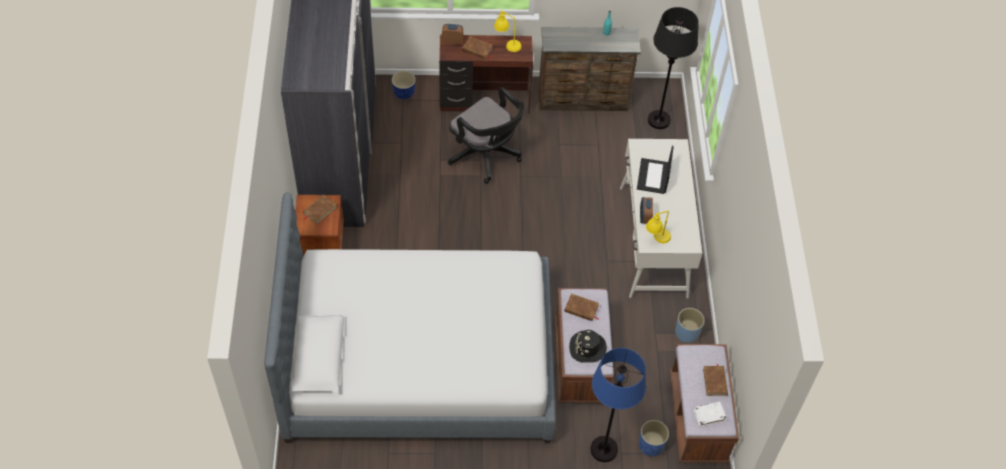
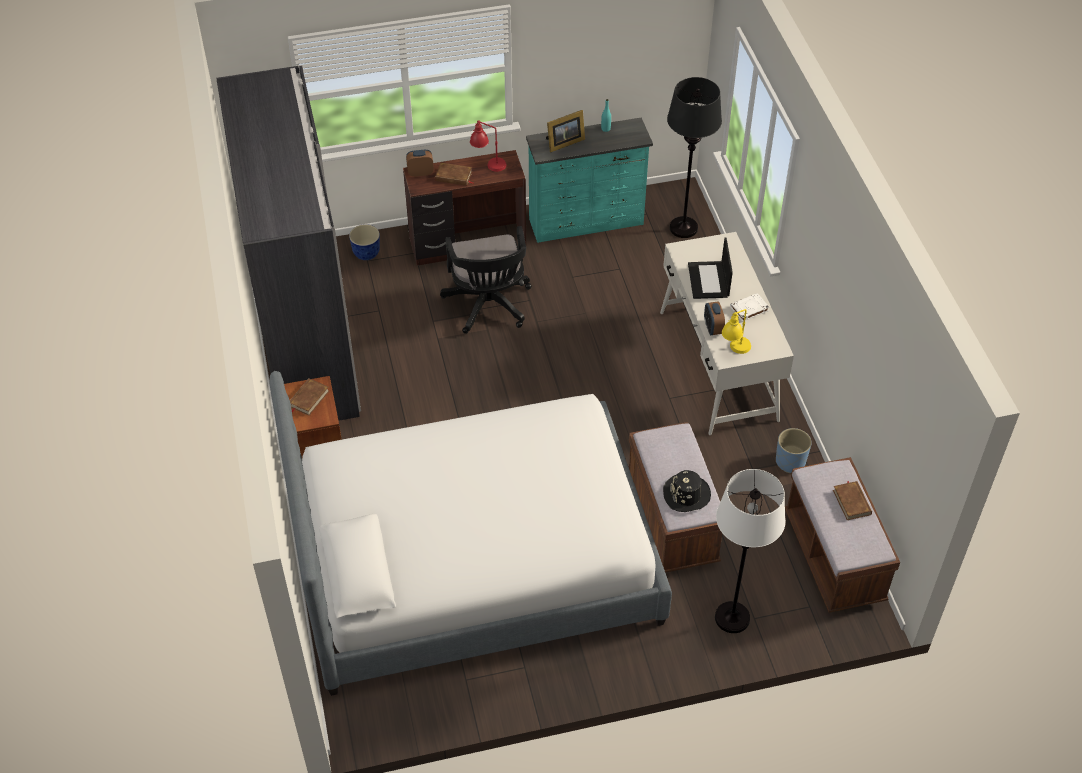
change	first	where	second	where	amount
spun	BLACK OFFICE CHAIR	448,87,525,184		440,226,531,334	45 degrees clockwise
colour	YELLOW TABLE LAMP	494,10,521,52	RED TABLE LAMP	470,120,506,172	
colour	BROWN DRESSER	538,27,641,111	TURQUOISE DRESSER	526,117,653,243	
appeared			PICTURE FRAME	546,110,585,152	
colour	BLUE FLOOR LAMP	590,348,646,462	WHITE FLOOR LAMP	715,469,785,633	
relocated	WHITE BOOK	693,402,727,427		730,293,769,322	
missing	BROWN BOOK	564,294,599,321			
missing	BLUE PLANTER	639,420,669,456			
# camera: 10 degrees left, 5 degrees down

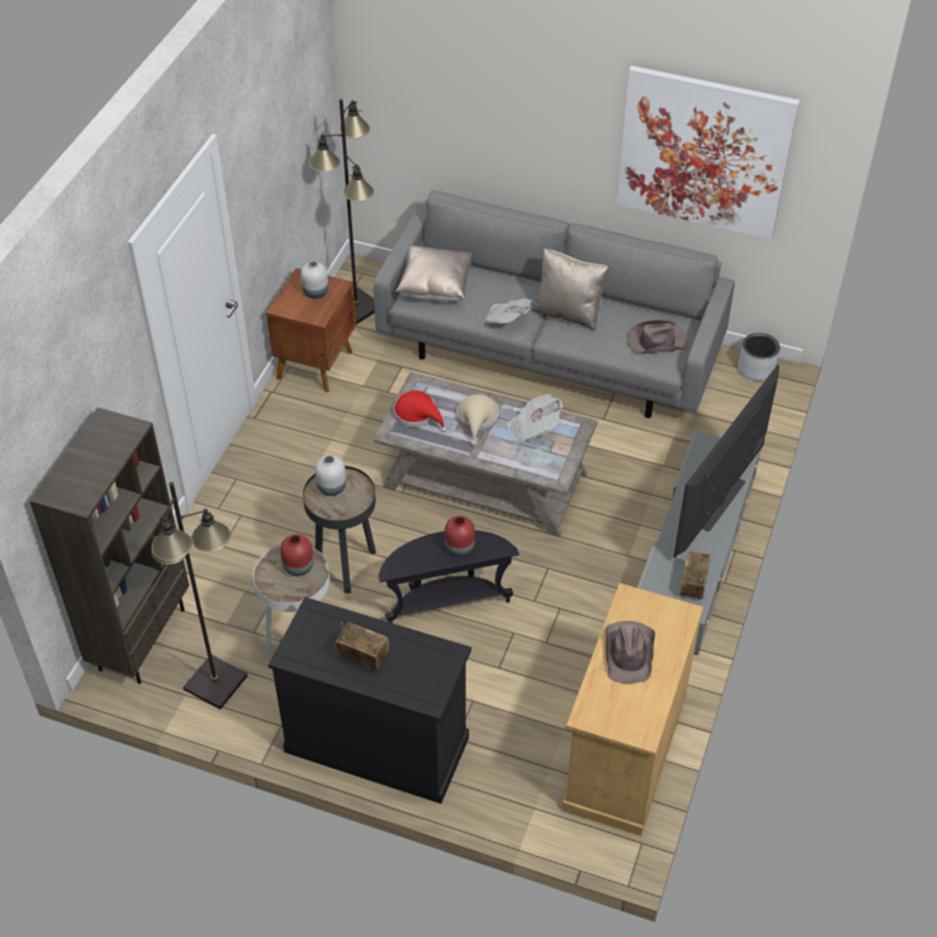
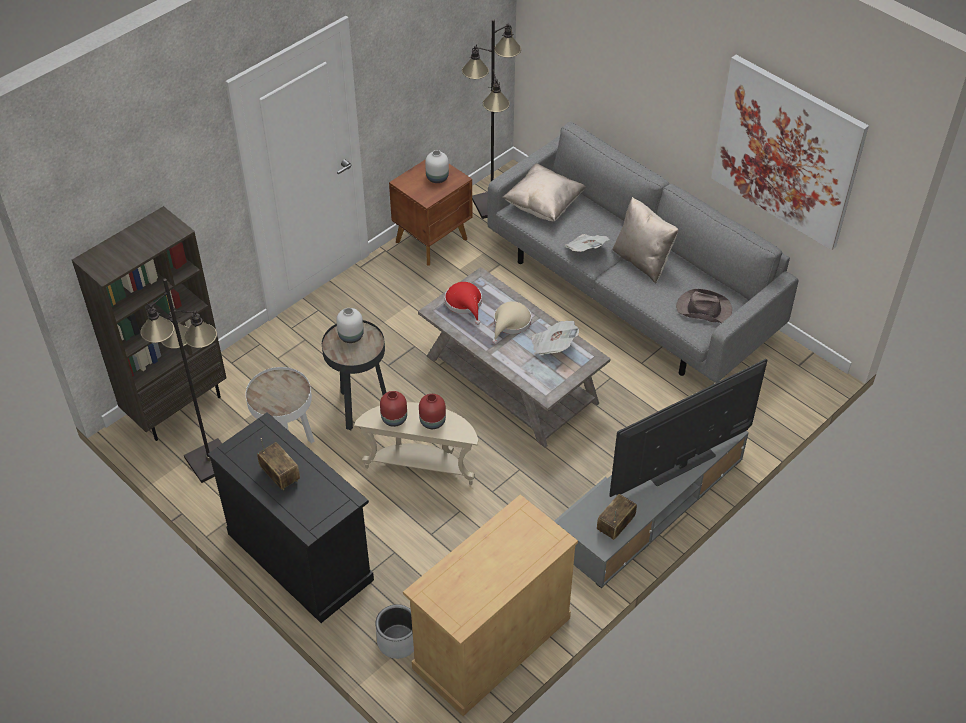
change	first	where	second	where	amount
colour	BLACK SIDE TABLE	378,530,519,623	BEIGE SIDE TABLE	354,402,478,485	
relocated	GREY PLANTER	738,333,780,381		375,604,414,659	
relocated	RED VASE	280,534,313,576		380,391,407,427	
missing	BROWN HAT	606,621,655,683			
# camera: 25 degrees right, 0 degrees up

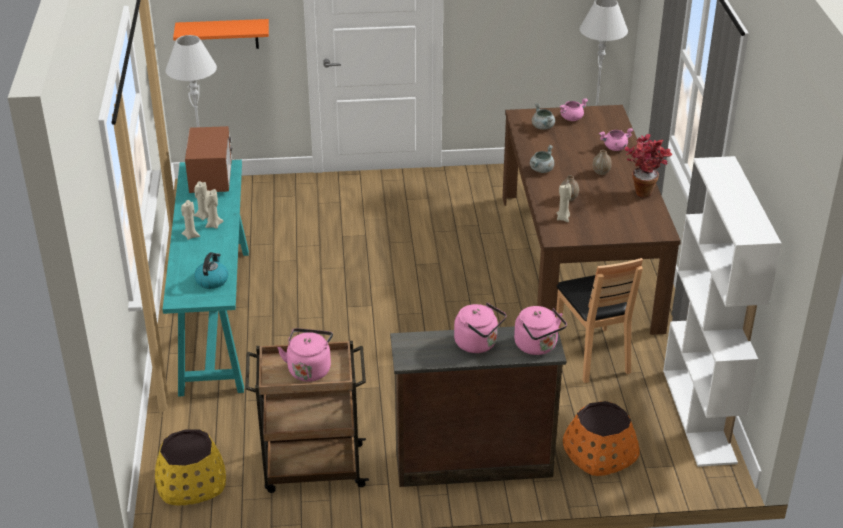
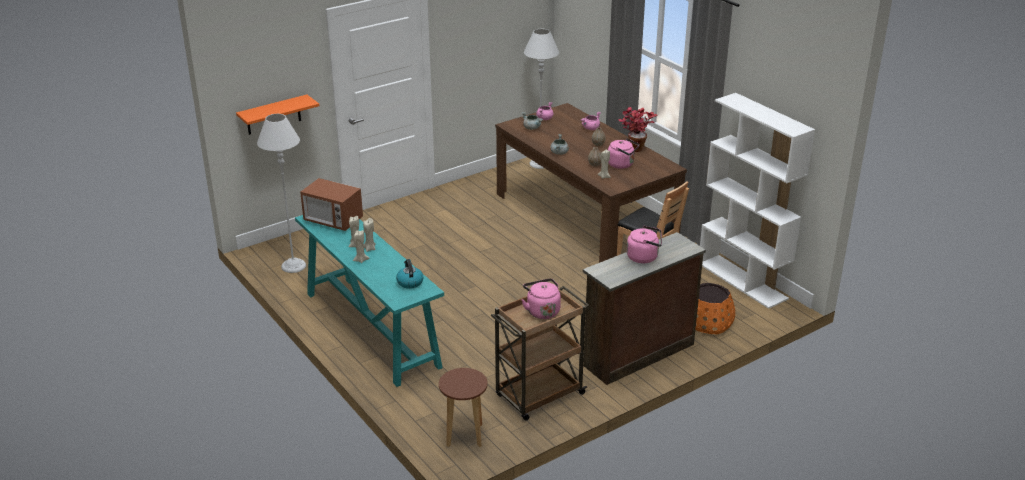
change	first	where	second	where	amount
spun	MICROWAVE	185,126,233,193		300,178,363,231	150 degrees clockwise
exchanged	YELLOW PLANTER	155,429,226,505	BROWN STOOL	439,368,488,447	
relocated	PINK KETTLE	514,306,567,355		608,138,640,169	
# camera: 30 degrees left, 5 degrees down

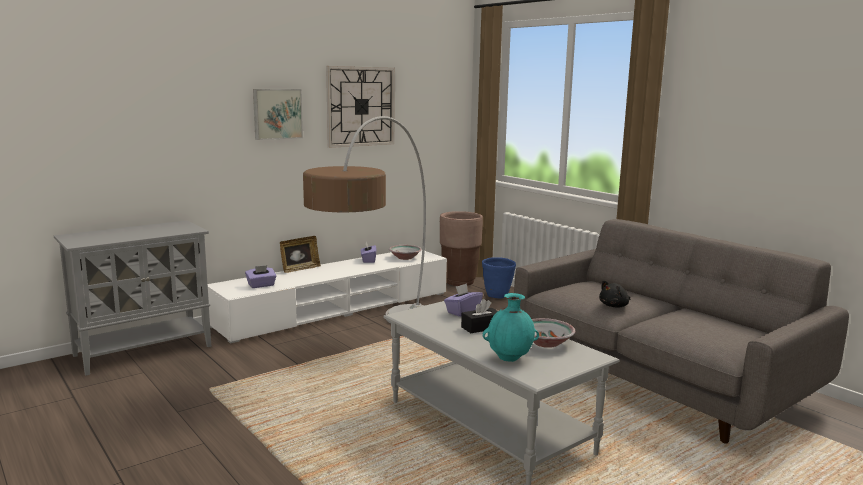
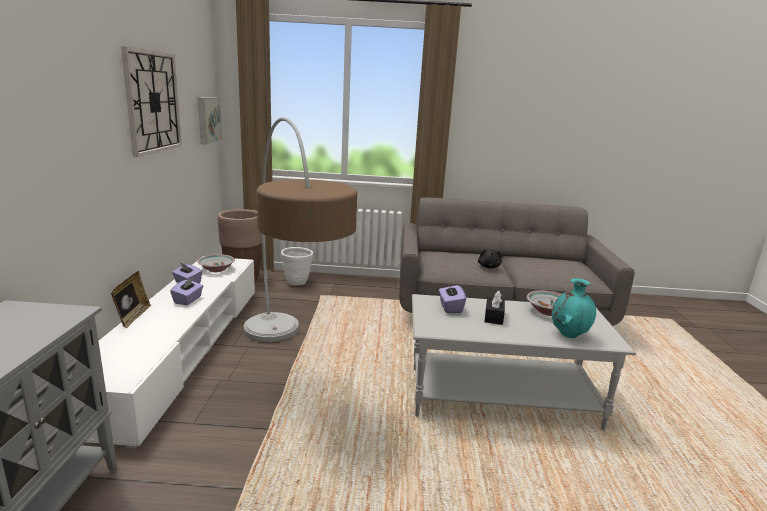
change	first	where	second	where	amount
relocated	PURPLE TISSUE BOX	245,265,276,288		170,278,203,305	
relocated	PICTURE	253,89,303,140		198,97,222,145	
colour	BLUE PLANTER	482,257,516,298	WHITE PLANTER	281,247,313,286	
# camera: 50 degrees left, 5 degrees up

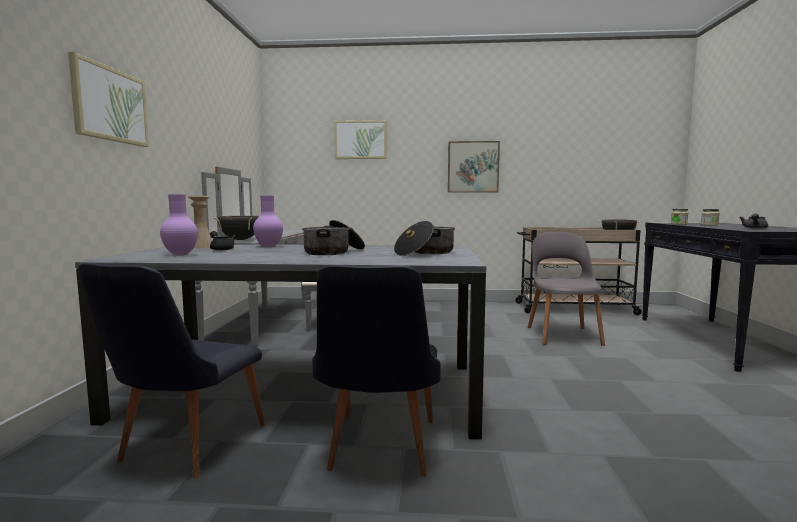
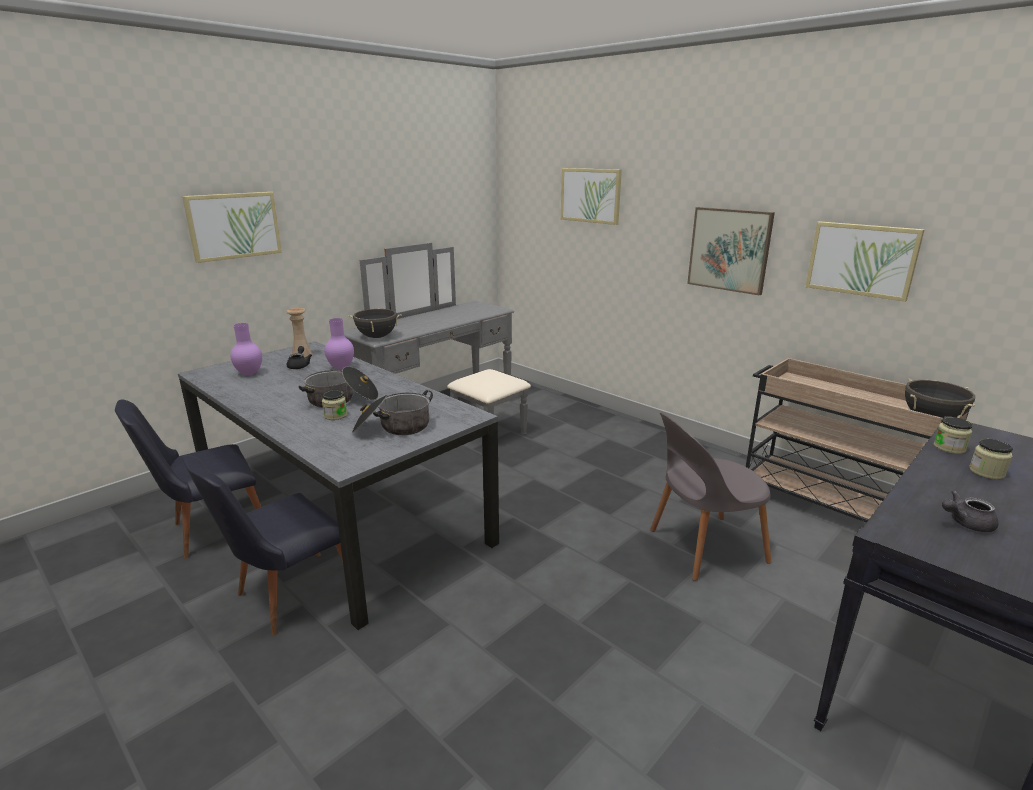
change	first	where	second	where	amount
appeared			JAR	322,390,347,420	
spun	GREY CHAIR	528,232,605,346		650,412,772,581	150 degrees counterclockwise
appeared			PICTURE	805,221,925,302	
# camera: 40 degrees right, 15 degrees up

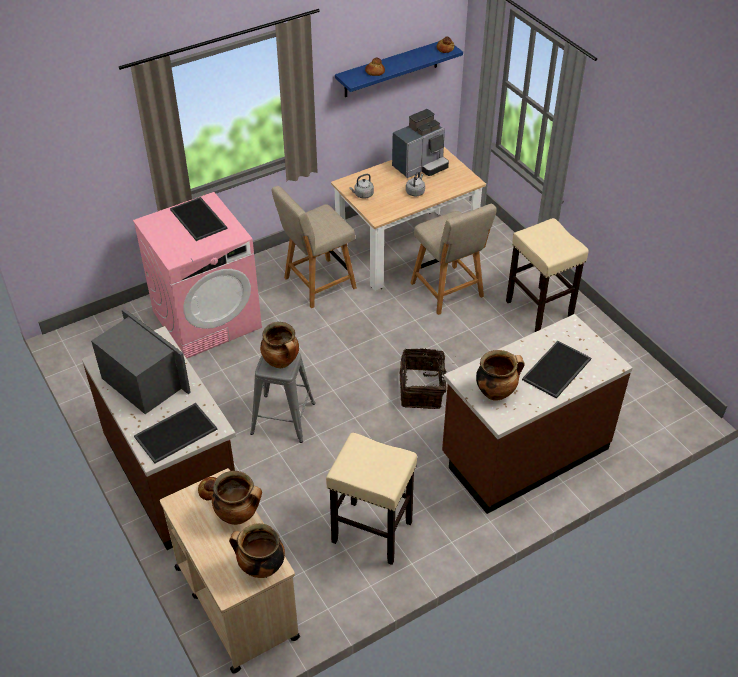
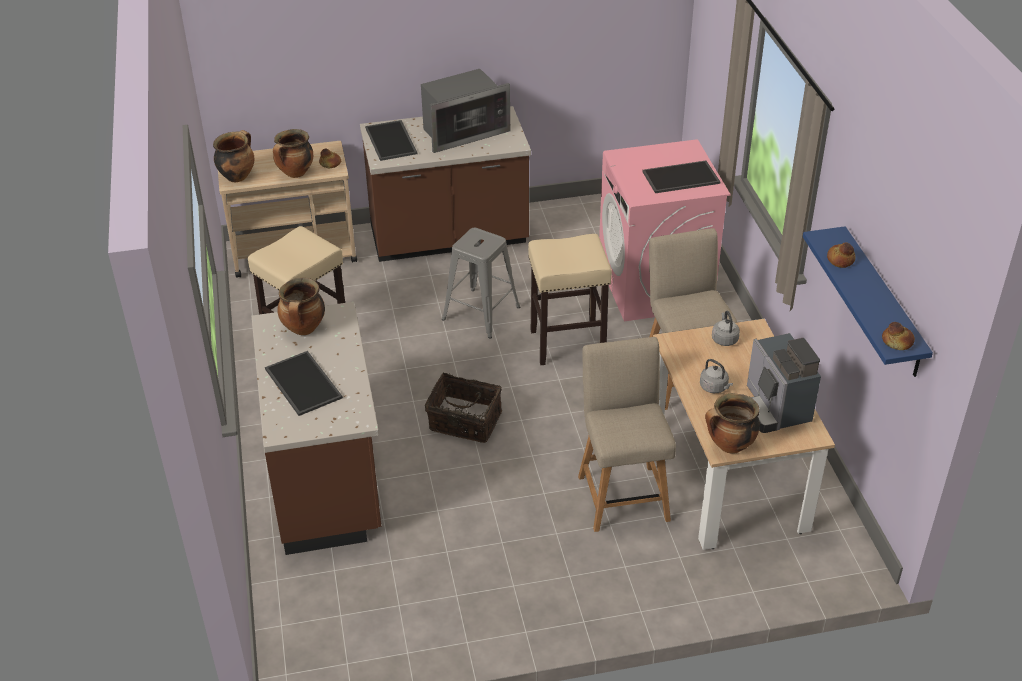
change	first	where	second	where	amount
relocated	BEIGE STOOL	506,218,589,332		528,234,612,365	
spun	BEIGE CHAIR	410,204,497,315		578,337,676,532	90 degrees clockwise
relocated	COOKING POT	260,322,299,368		705,393,760,454	
# camera: 110 degrees right, 5 degrees down

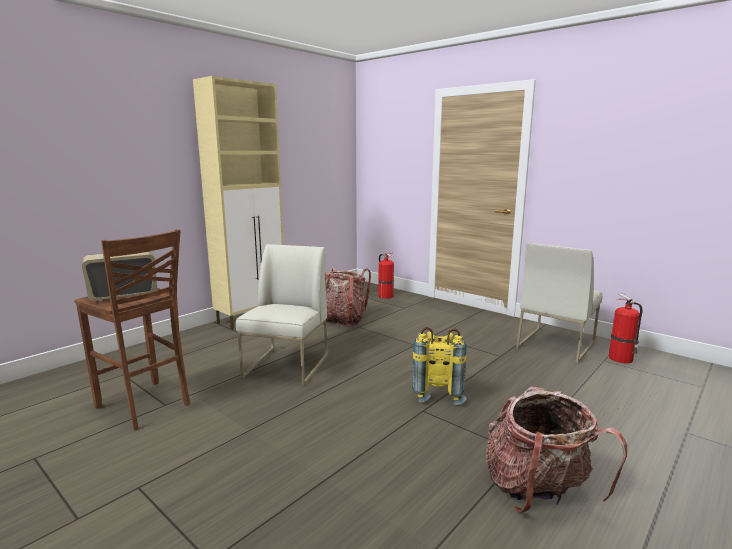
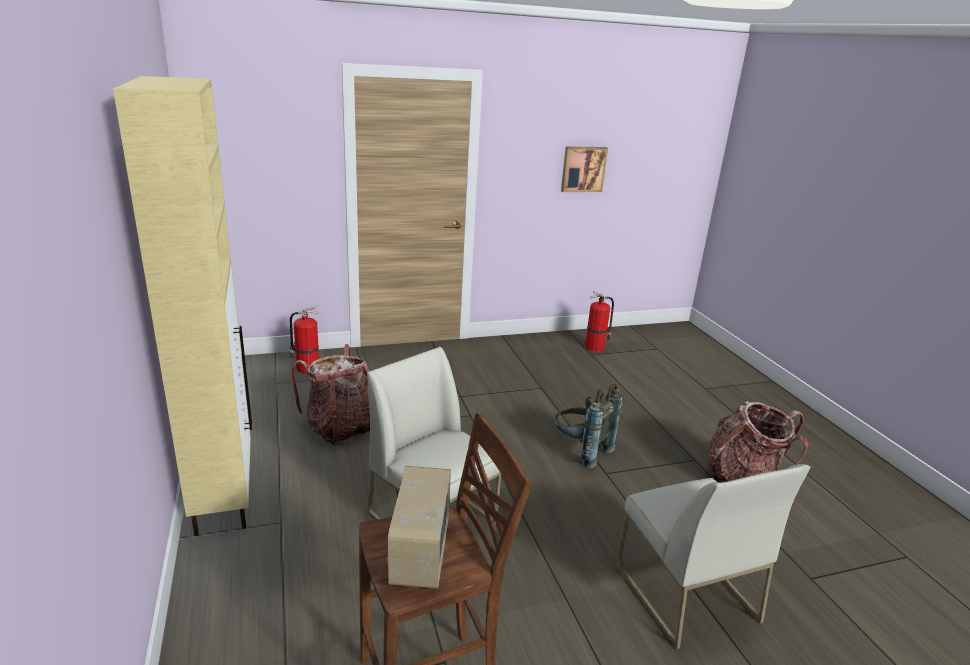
change	first	where	second	where	amount
colour	YELLOW BACKPACK	412,327,467,405	GREY BACKPACK	554,384,622,469	
appeared			PICTURE	561,147,608,192	
relocated	WHITE CHAIR	516,243,603,364		616,464,810,650	
# camera: 60 degrees left, 10 degrees up

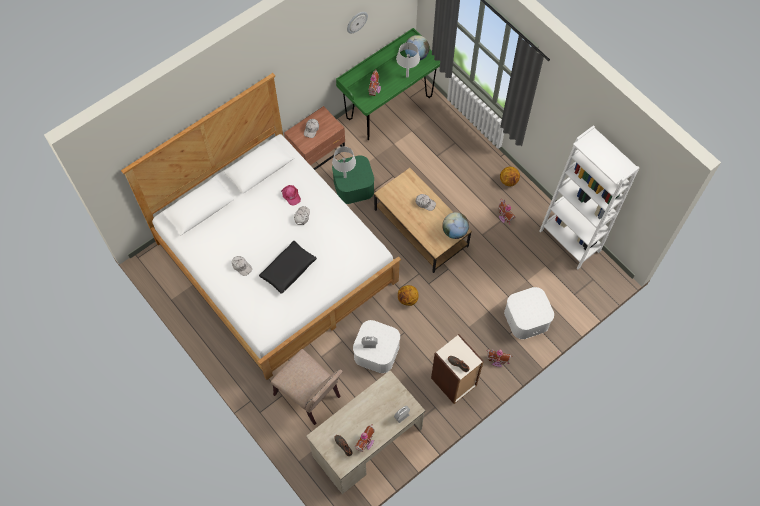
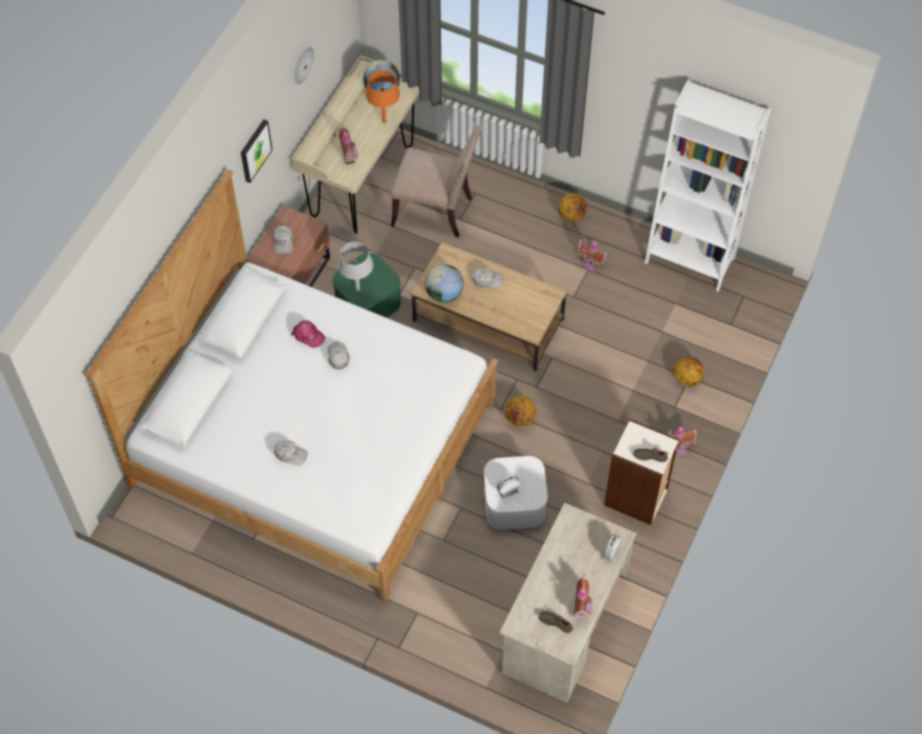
change	first	where	second	where	amount
appeared			PICTURE	241,120,273,183	
colour	GREEN DESK	336,28,440,140	BEIGE DESK	291,55,419,234	
colour	GREY TABLE LAMP	396,42,420,78	ORANGE TABLE LAMP	365,70,400,123	
relocated	BEIGE CHAIR	271,349,343,425		391,125,482,237	
relocated	GLOBE	442,212,469,239		425,264,464,303	
exchanged	WHITE STORAGE BOX	504,287,554,339	BASKETBALL	673,356,704,387	
missing	BLACK PILLOW	259,241,317,294			
# camera: 25 degrees left, 5 degrees down

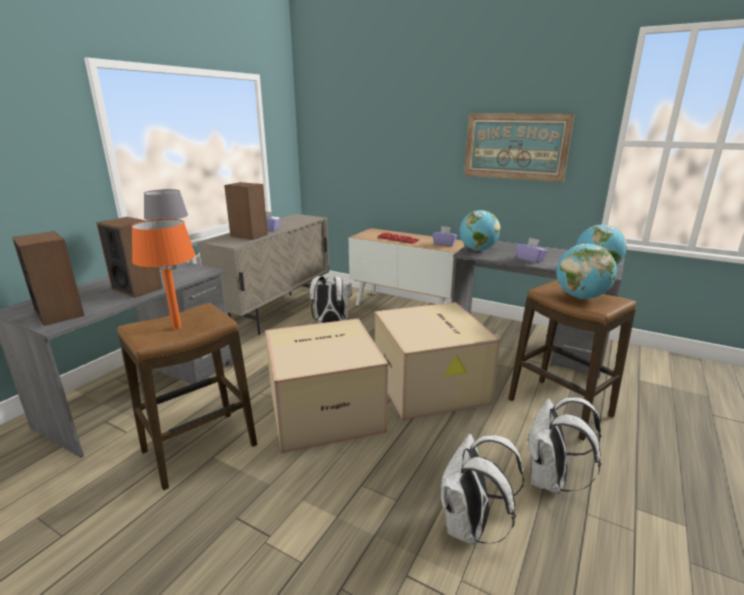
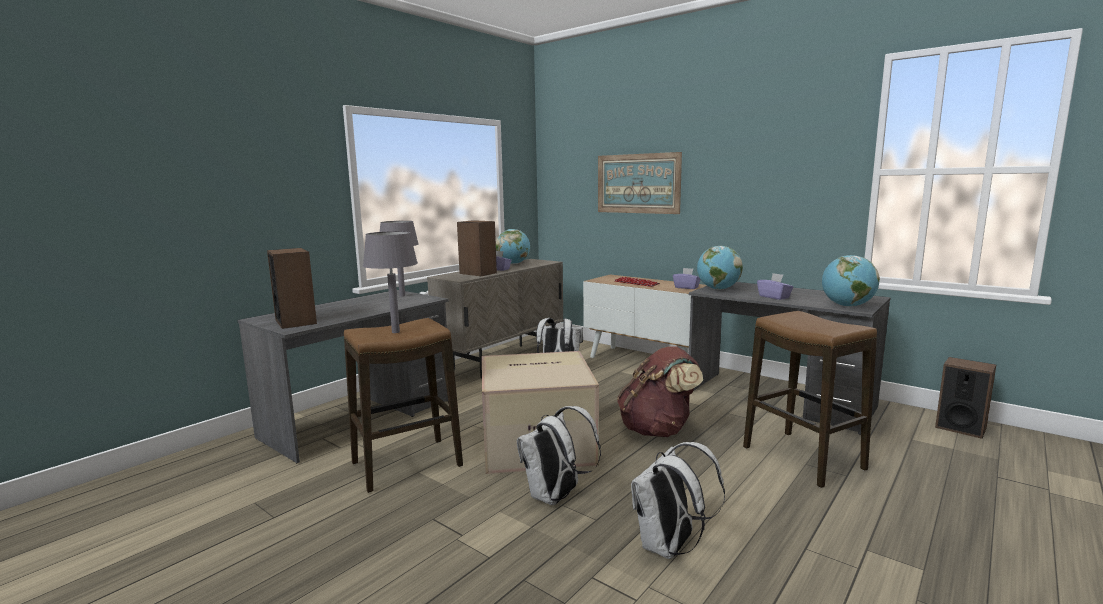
change	first	where	second	where	amount
colour	ORANGE TABLE LAMP	131,219,196,329	GREY TABLE LAMP	363,231,418,333	
relocated	GLOBE	556,244,617,299		496,229,530,264	
relocated	WHITE BACKPACK	526,397,601,494		517,406,601,505	
relocated	PICTURE	464,114,575,182		598,152,682,214	
exchanged	CARDBOARD BOX	375,302,500,420	BROWN BACKPACK	617,346,703,437	
relocated	SPEAKER	96,217,163,298		935,357,996,439	
# camera: 10 degrees right, 10 degrees down

